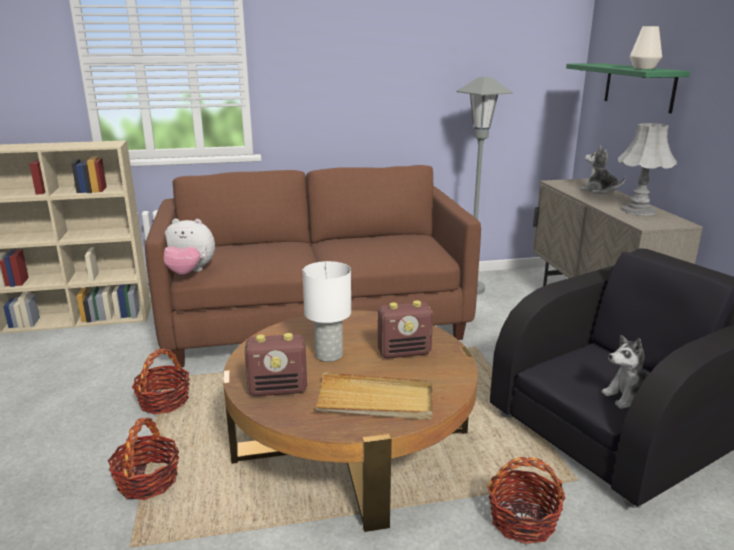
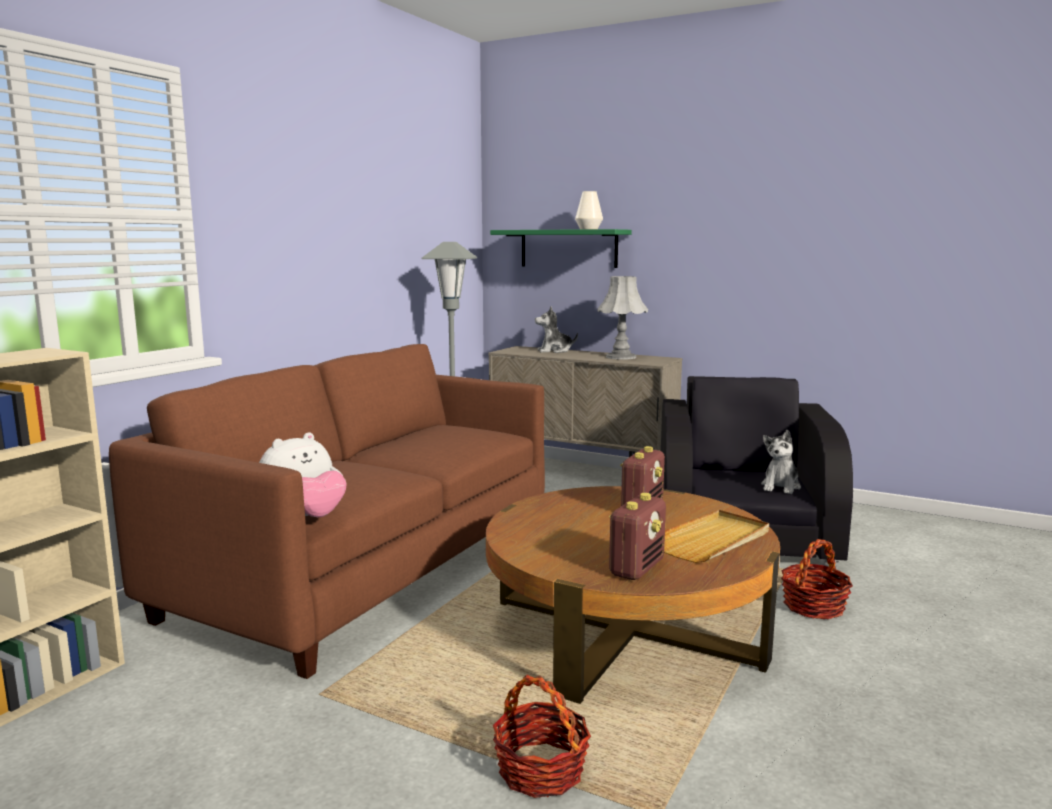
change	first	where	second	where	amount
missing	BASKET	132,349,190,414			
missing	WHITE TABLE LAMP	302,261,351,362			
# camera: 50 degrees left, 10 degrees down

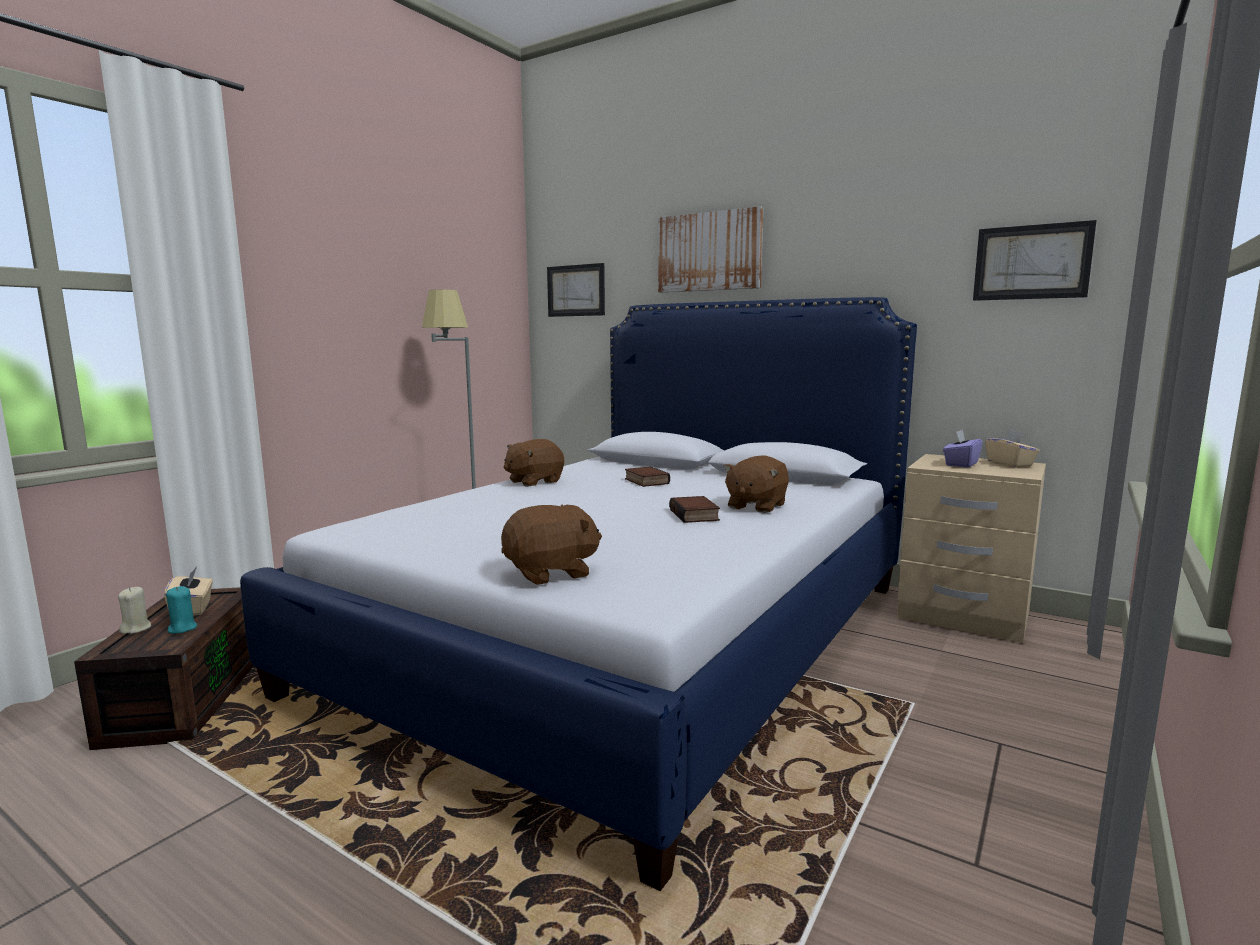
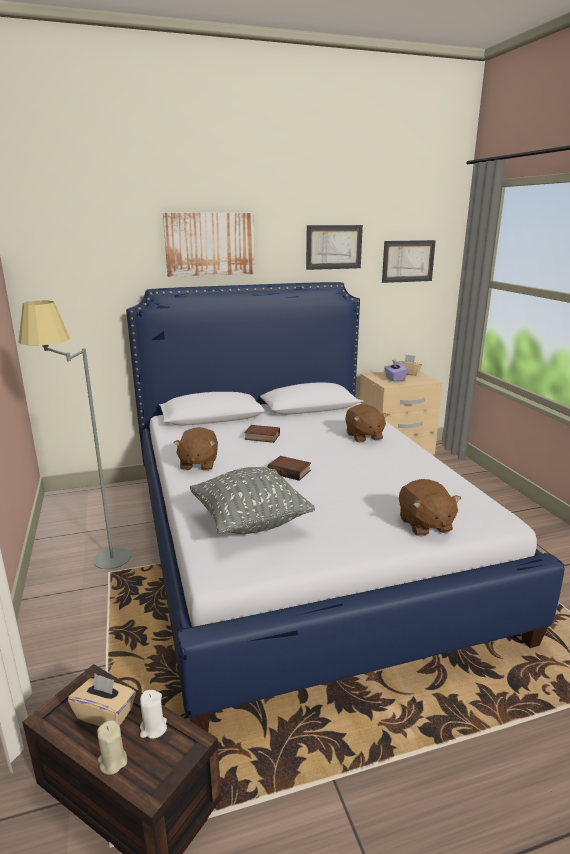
change	first	where	second	where	amount
colour	TURQUOISE CANDLE	166,586,197,634	WHITE CANDLE	140,690,167,739	
appeared			GREY PILLOW	190,467,315,534	
relocated	BOOK	669,496,720,523		267,456,311,481	
relocated	PICTURE	547,263,605,317		306,225,363,270	
spun	BROWN PLUSH TOY	501,505,602,585		399,479,461,536	150 degrees clockwise
# camera: 50 degrees left, 10 degrees up

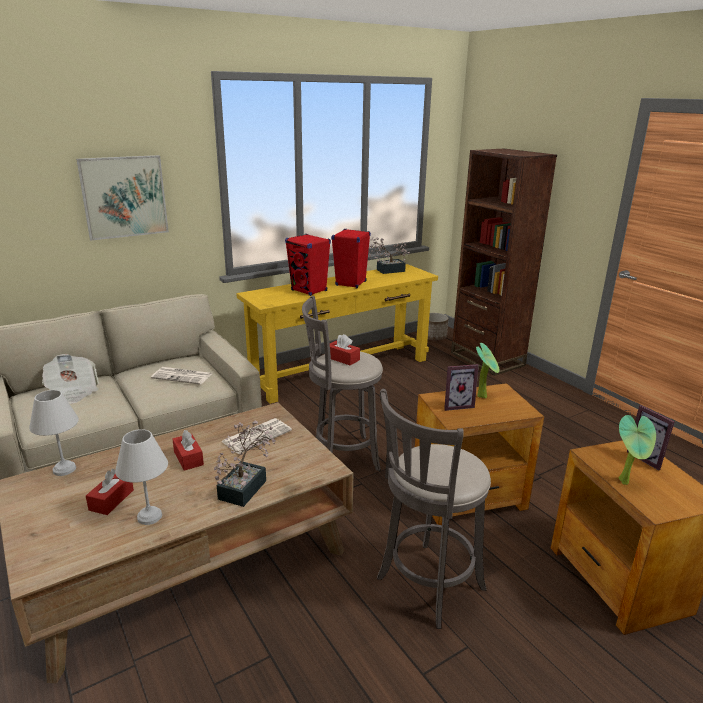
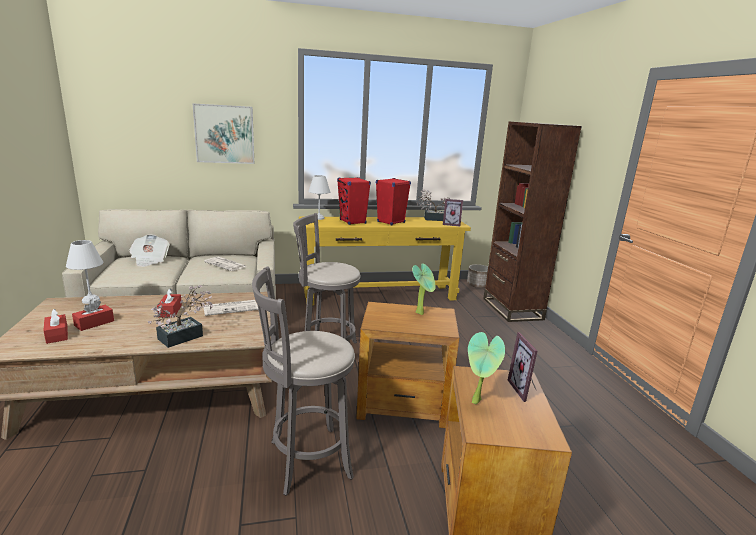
change	first	where	second	where	amount
relocated	RED TISSUE BOX	330,334,360,365		43,309,68,344	
relocated	WHITE TABLE LAMP	115,429,168,525		308,175,330,220	
relocated	PICTURE FRAME	444,364,479,411		443,199,463,226	
# camera: 20 degrees right, 5 degrees down

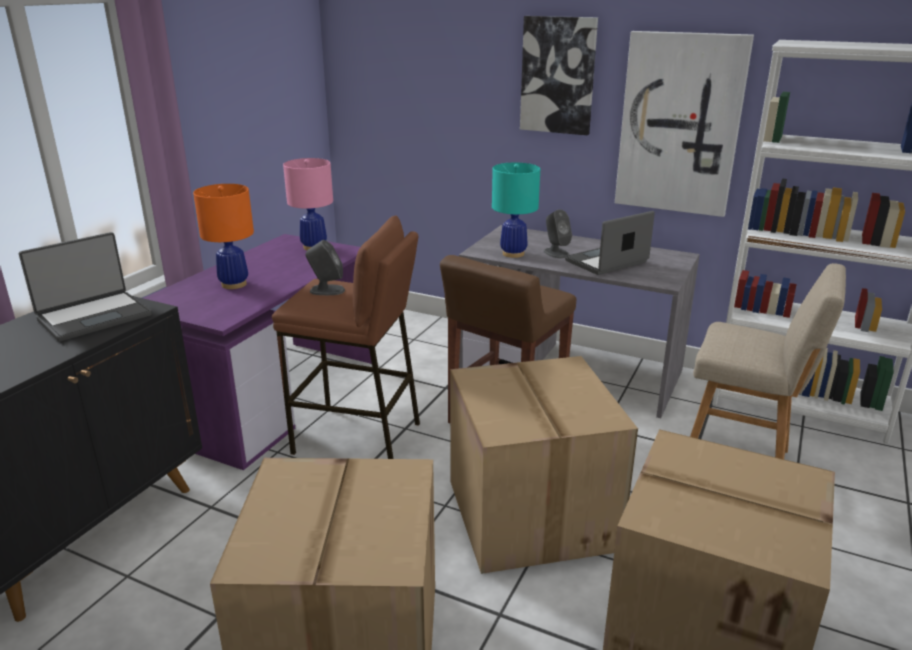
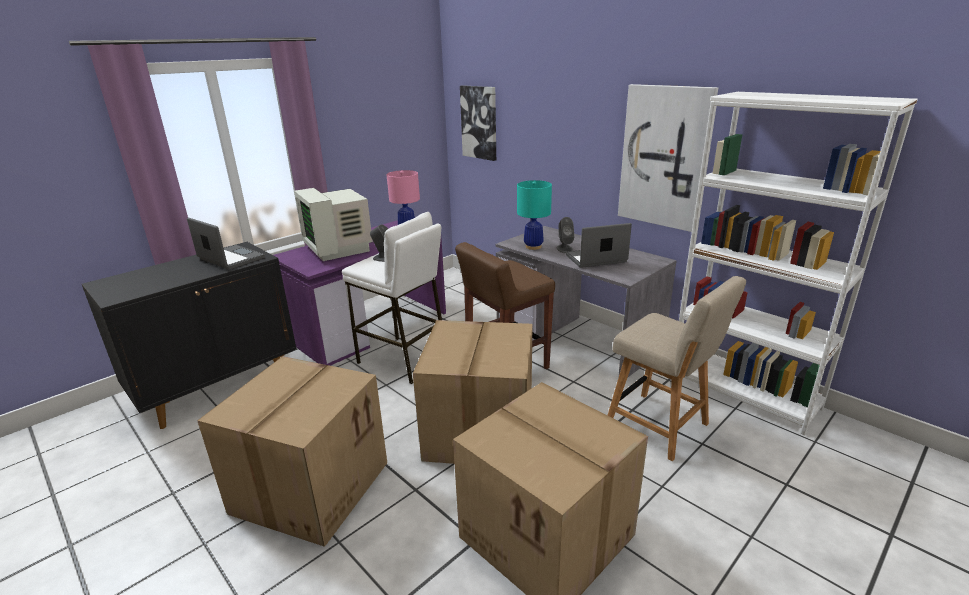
change	first	where	second	where	amount
spun	LAPTOP	19,232,151,342		187,218,265,270	120 degrees counterclockwise
exchanged	ORANGE TABLE LAMP	193,184,254,289	MONITOR	294,188,373,261	
colour	BROWN STOOL	272,215,420,459	WHITE STOOL	342,212,442,384	
relocated	PICTURE	520,16,598,135		460,85,496,161	
# camera: 20 degrees right, 0 degrees up

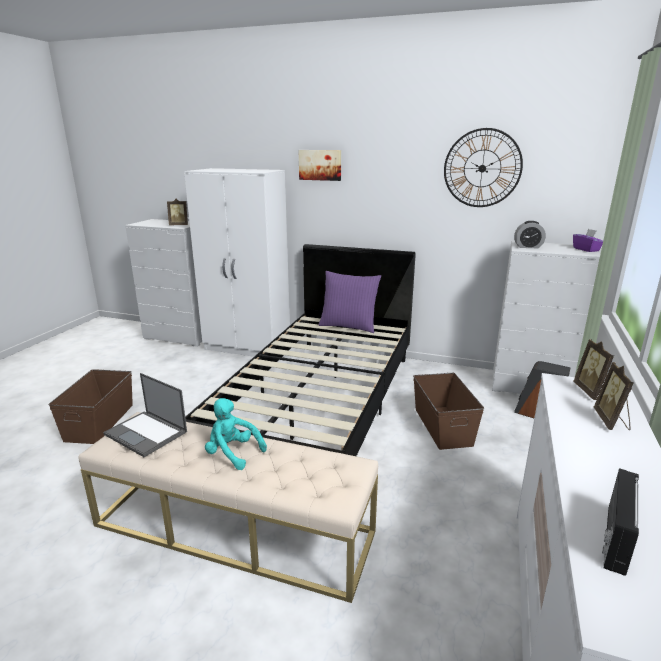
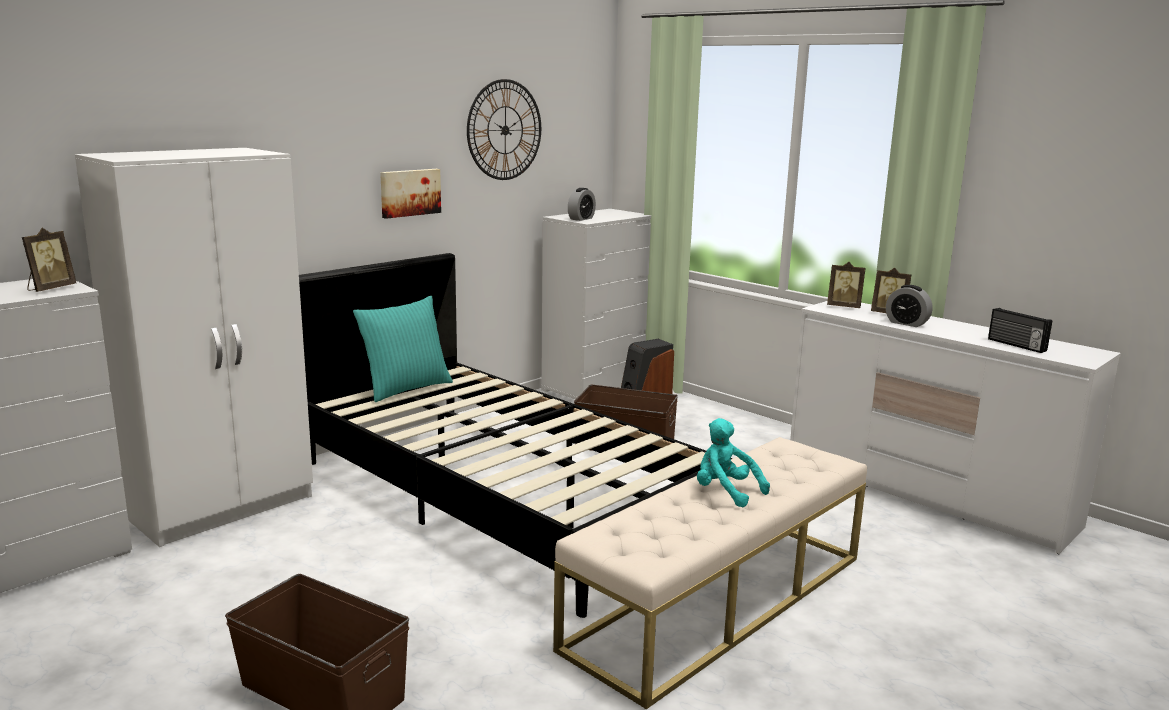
change	first	where	second	where	amount
colour	PURPLE PILLOW	319,271,381,333	TURQUOISE PILLOW	353,296,453,402	
relocated	PICTURE	299,150,341,181		380,169,441,219	
spun	TURQUOISE PLUSH TOY	205,398,267,470		697,418,770,507	75 degrees clockwise
appeared			ALARM CLOCK	886,285,932,327	
missing	LAPTOP	103,373,187,457			
missing	PURPLE TISSUE BOX	573,229,603,252			
# camera: 65 degrees left, 5 degrees down

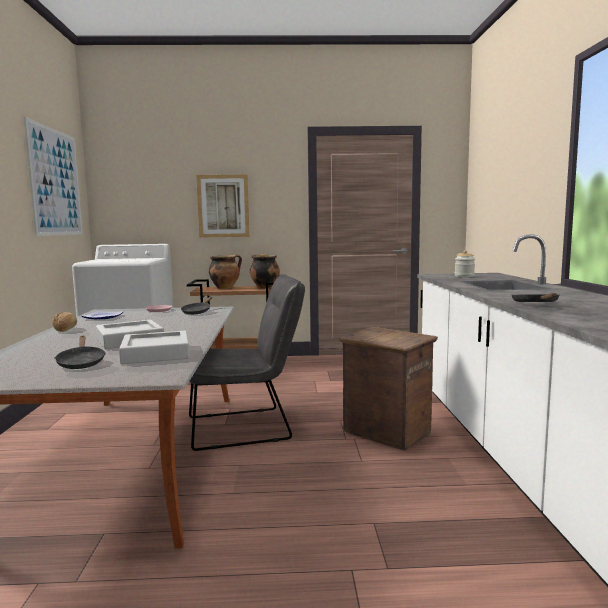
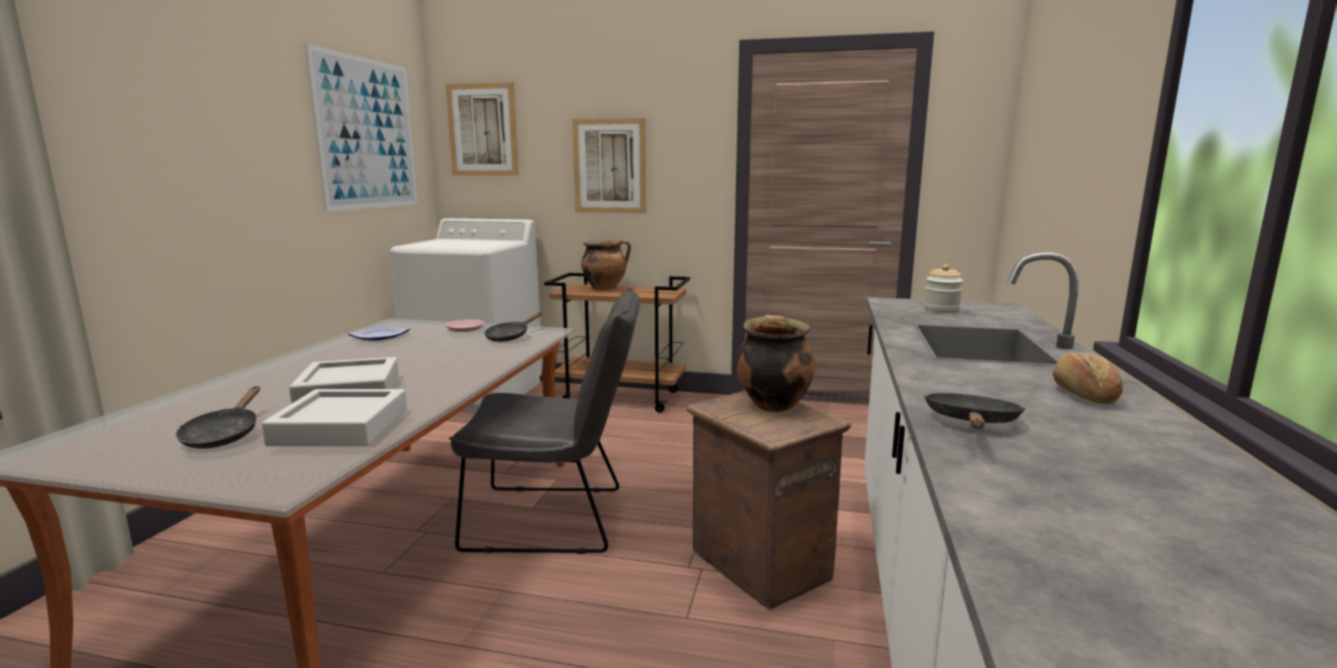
change	first	where	second	where	amount
appeared			PICTURE	445,82,519,176	
relocated	COOKING POT	250,254,280,289		736,315,815,412	
relocated	BREAD	52,312,77,332		1053,352,1123,404	
# camera: 15 degrees right, 5 degrees up

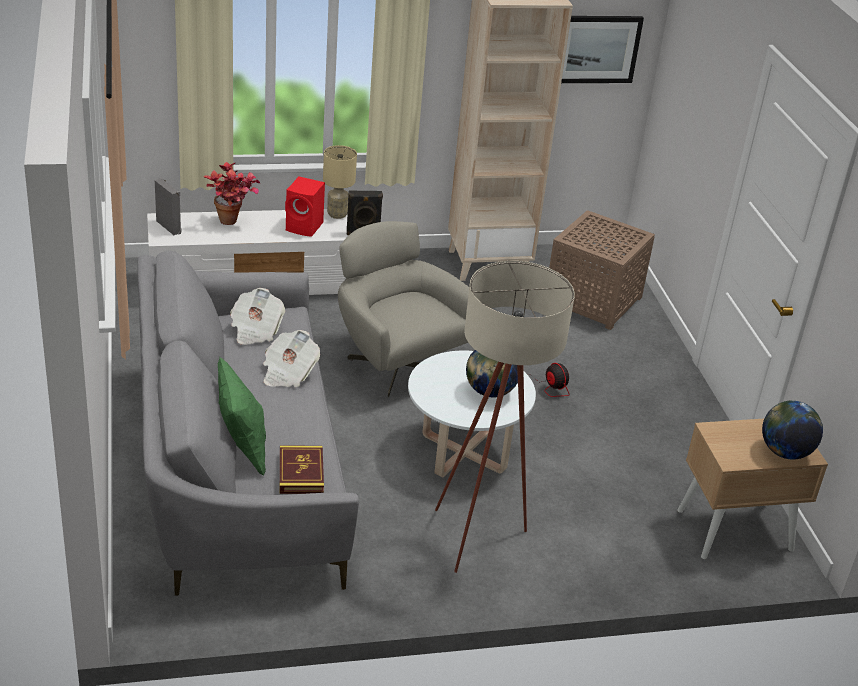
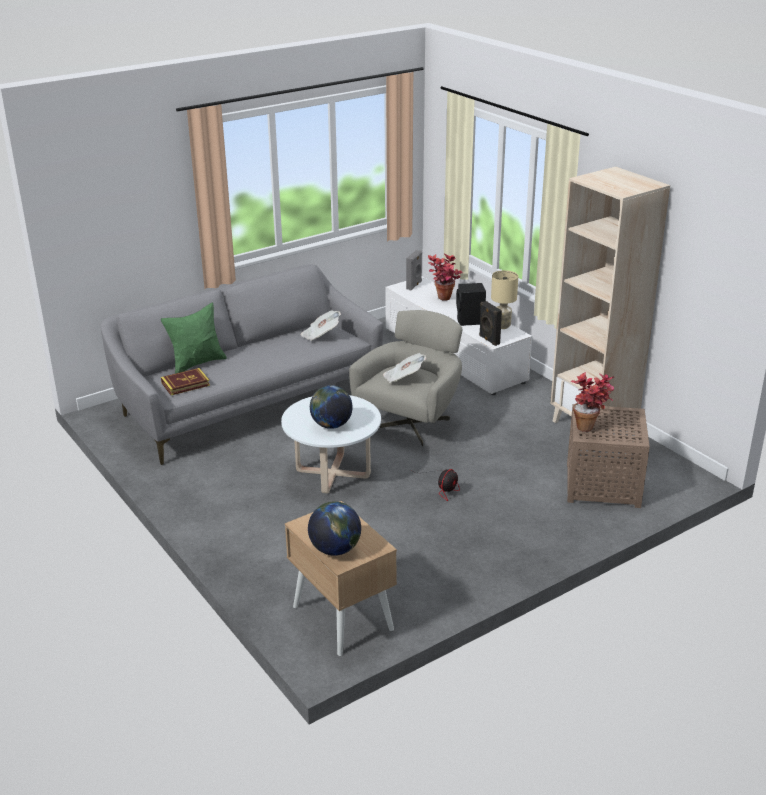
change	first	where	second	where	amount
relocated	NEWSPAPER	263,330,320,387		383,353,426,383	
colour	RED SPEAKER	285,177,325,237	BLACK SPEAKER	456,283,486,326	
appeared			POTTED PLANT	571,372,615,432	
missing	BEIGE FLOOR LAMP	435,261,575,573			
missing	PICTURE	561,16,644,83			
# camera: 70 degrees right, 5 degrees down

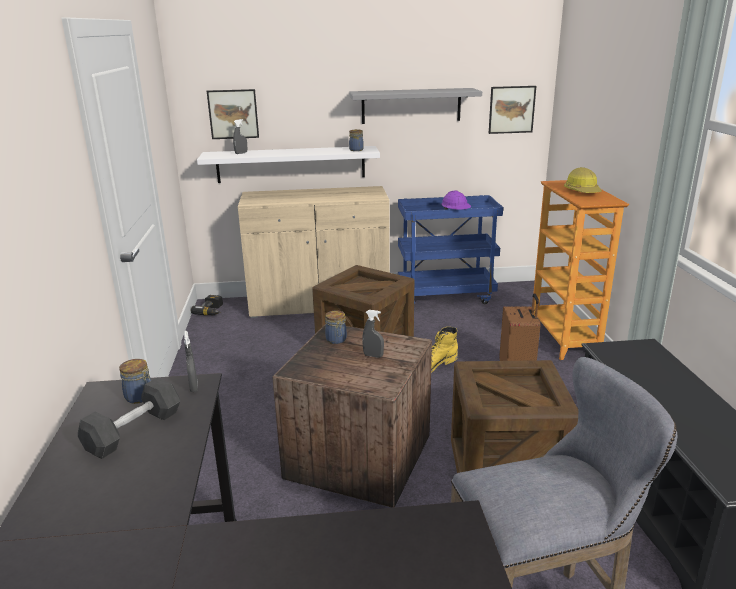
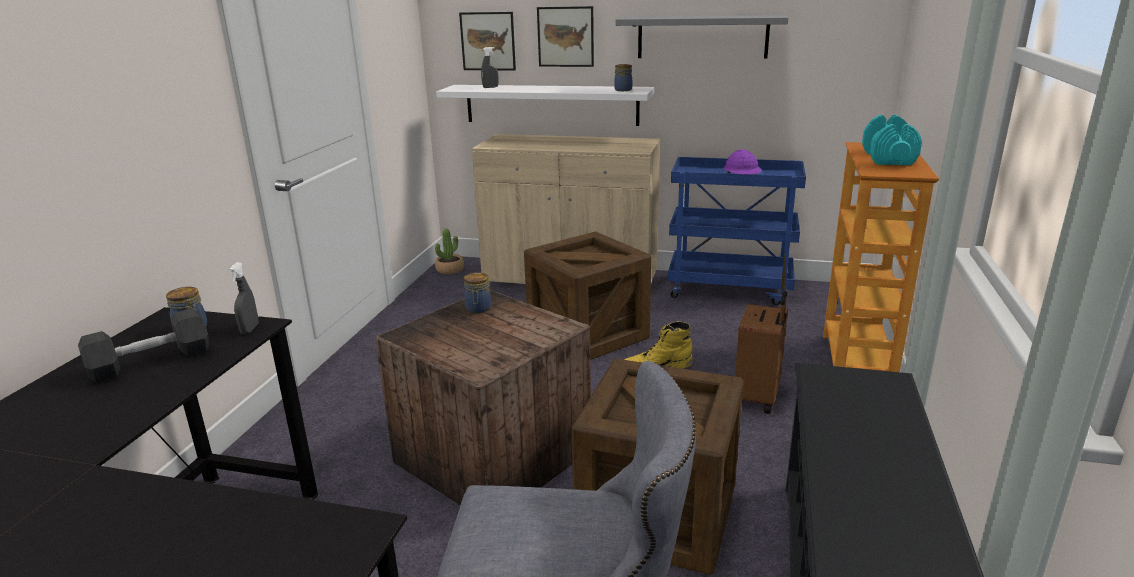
change	first	where	second	where	amount
exchanged	POWER DRILL	191,295,223,315	POTTED PLANT	435,229,464,274	
relocated	PICTURE	489,86,536,134		537,6,594,67	
exchanged	HARD HAT	564,167,602,193	TURQUOISE DUMBBELL	862,115,922,165	
missing	GREY SPRAY BOTTLE	362,310,384,358			
# camera: 20 degrees right, 0 degrees up

